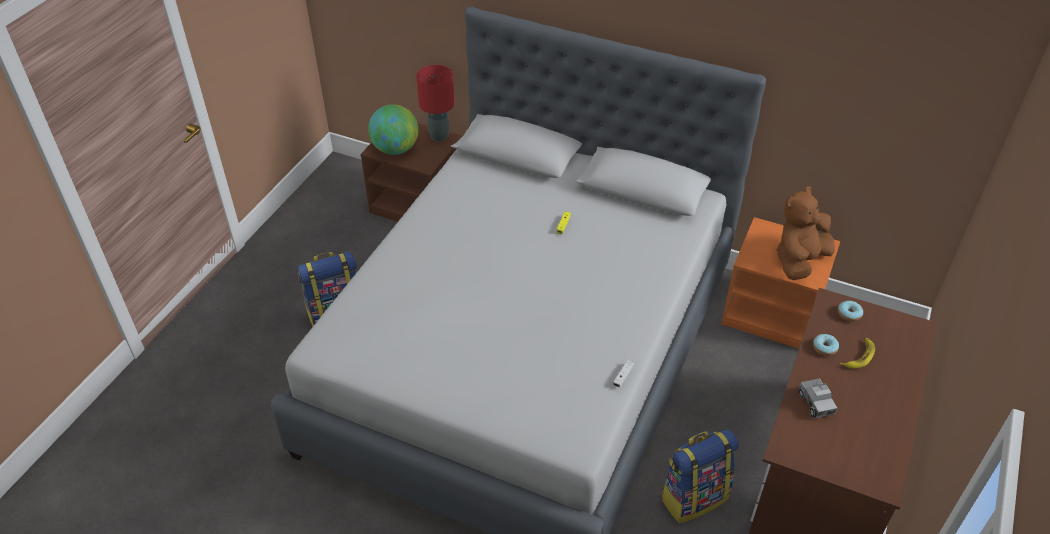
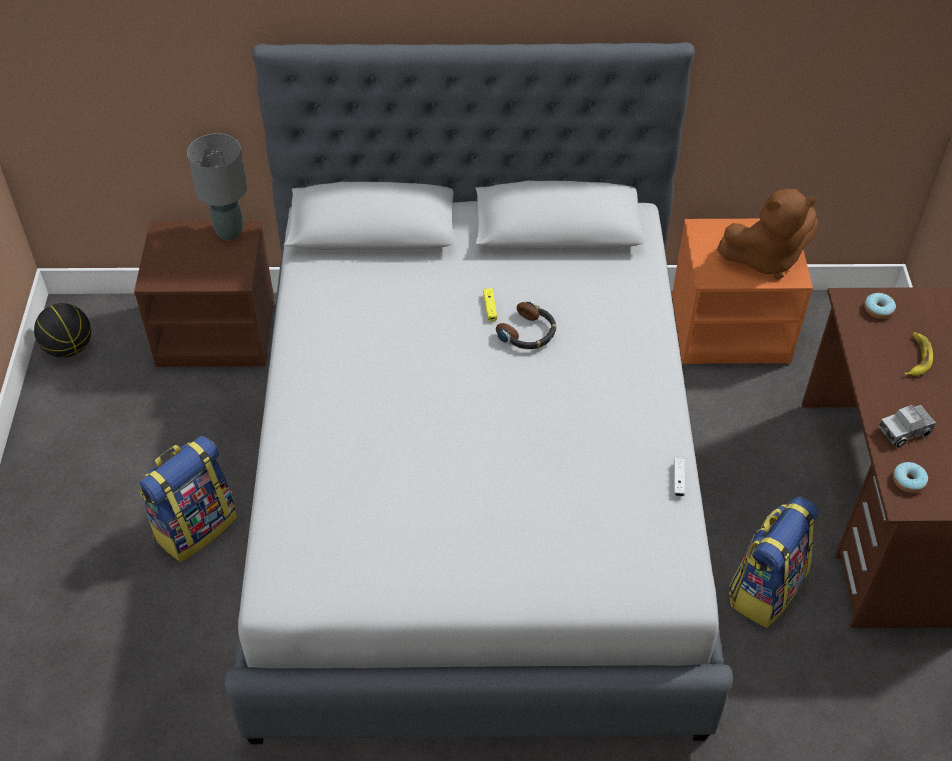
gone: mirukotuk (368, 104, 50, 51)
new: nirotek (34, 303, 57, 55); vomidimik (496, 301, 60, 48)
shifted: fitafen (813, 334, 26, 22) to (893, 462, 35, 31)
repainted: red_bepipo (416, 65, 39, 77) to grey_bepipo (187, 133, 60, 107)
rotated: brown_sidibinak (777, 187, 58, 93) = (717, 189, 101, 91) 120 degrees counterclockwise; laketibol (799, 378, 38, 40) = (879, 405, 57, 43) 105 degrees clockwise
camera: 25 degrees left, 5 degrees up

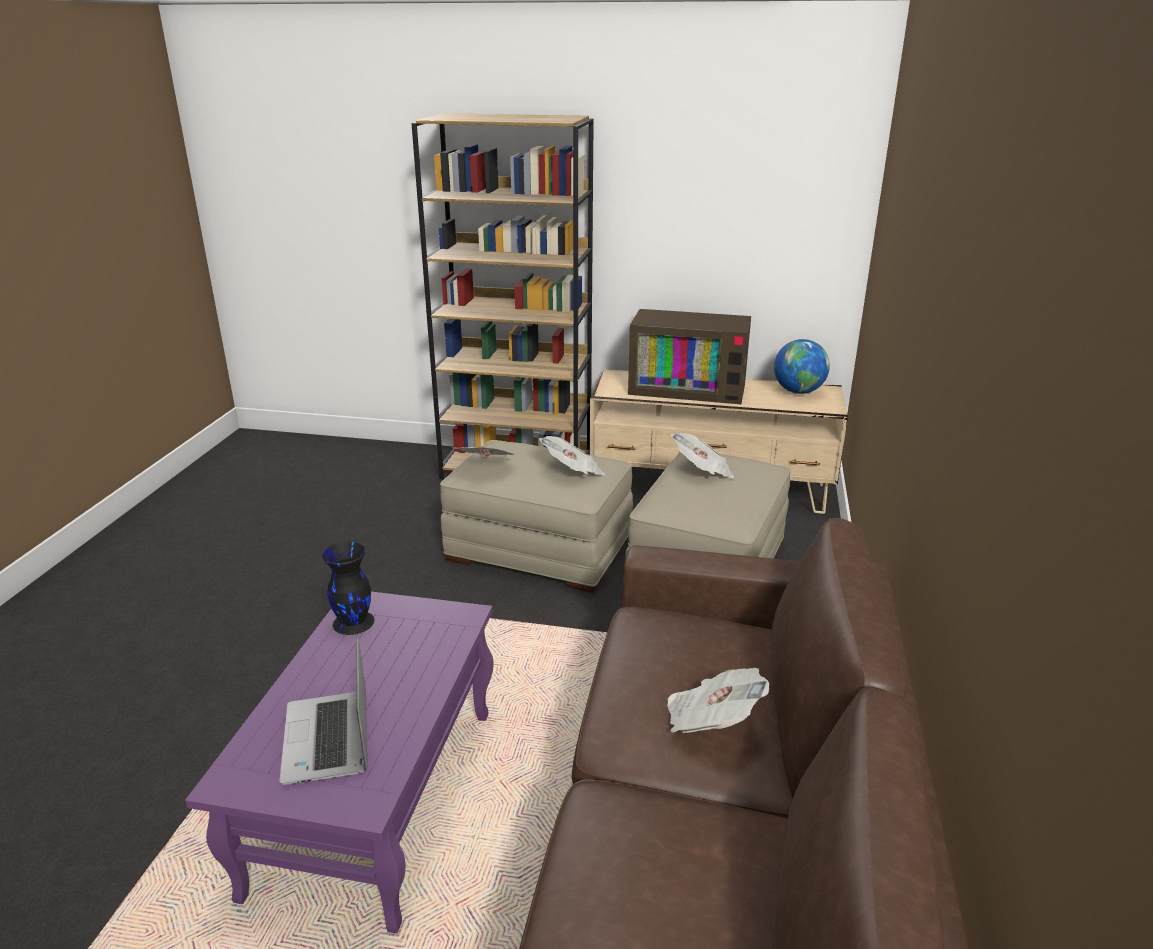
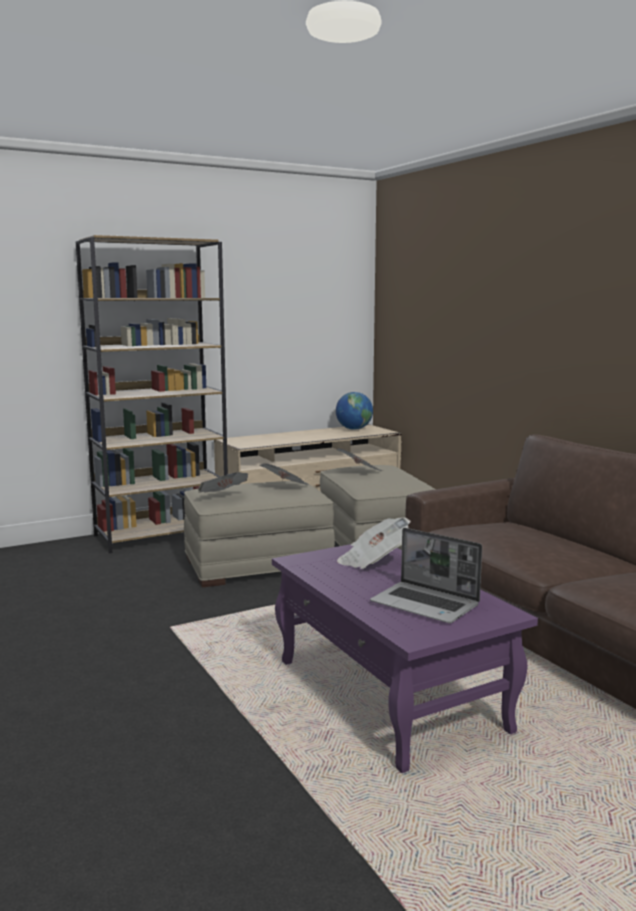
gone: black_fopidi (322, 542, 52, 93); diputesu (628, 309, 123, 95)
shifted: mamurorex (667, 668, 102, 65) to (337, 517, 74, 52)
camera: 40 degrees left, 15 degrees down

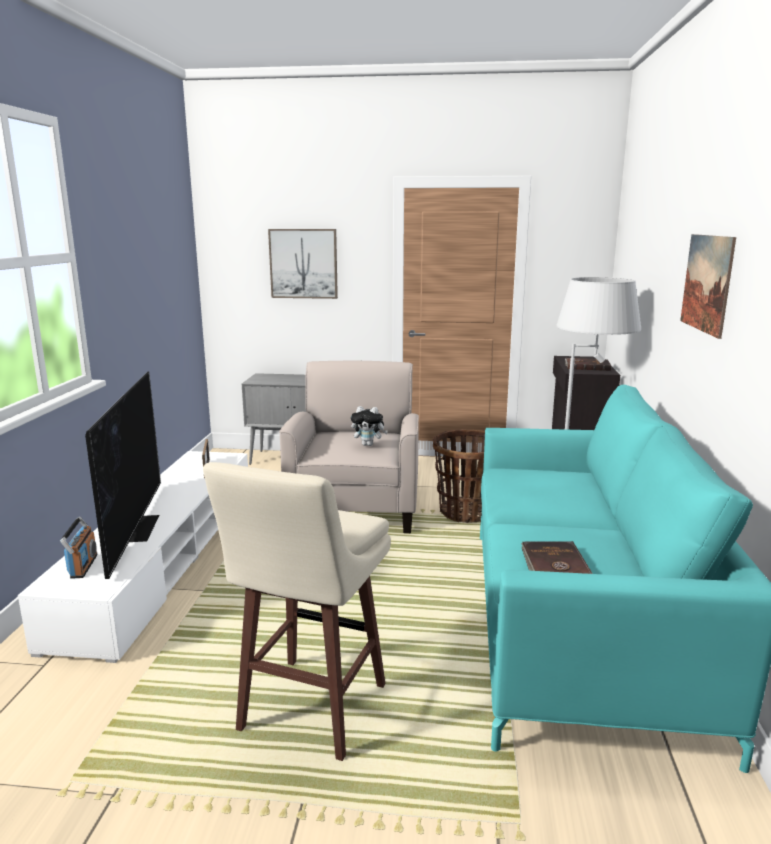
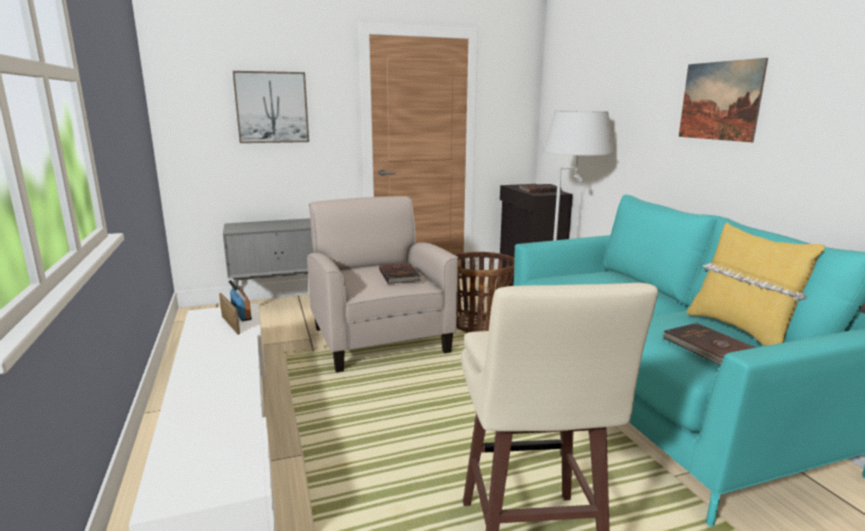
gone: diputesu (85, 372, 76, 207)
new: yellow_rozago (686, 223, 139, 123)
shifted: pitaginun (60, 517, 37, 62) to (228, 279, 24, 42)
swapped: sidibinak (351, 406, 37, 40) to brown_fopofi (379, 263, 42, 21)
camera: 25 degrees left, 0 degrees up

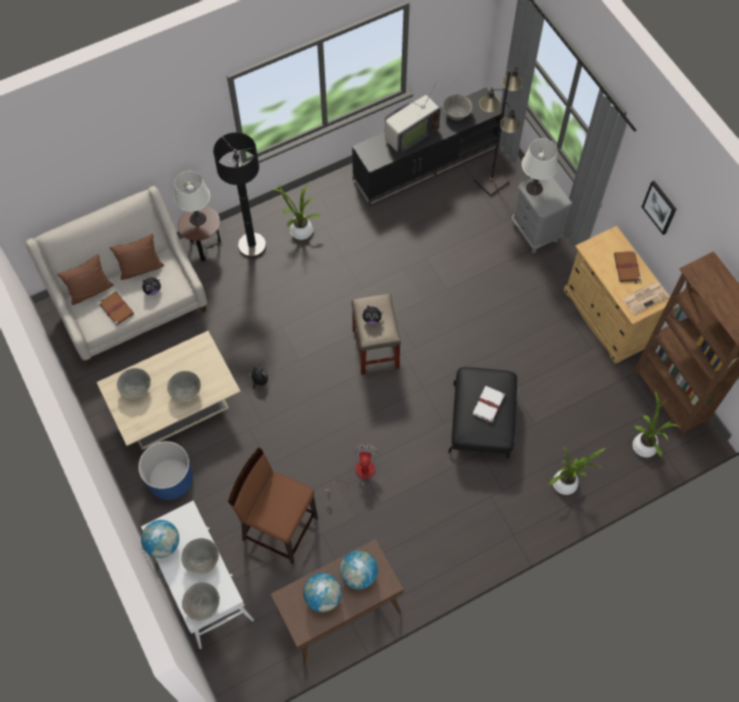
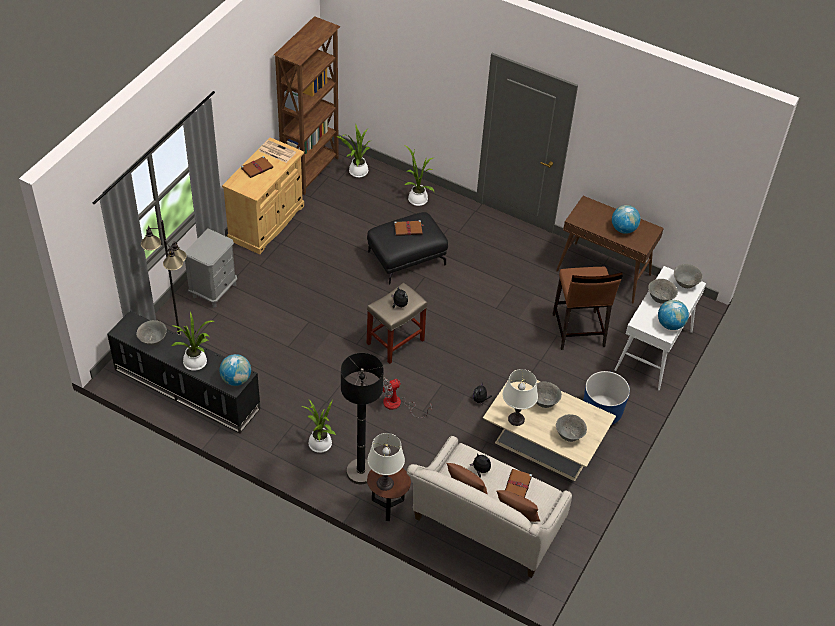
gone: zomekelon (642, 181, 34, 54)
shifted: mirukotuk (340, 551, 38, 38) to (220, 354, 31, 32); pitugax (325, 444, 53, 48) to (382, 377, 50, 41); white_bepipo (522, 138, 36, 57) to (503, 369, 35, 57)
swapped: diputesu (385, 83, 55, 71) to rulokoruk (172, 312, 42, 59)
repainted: white_fopofi (472, 386, 33, 38) to brown_fopofi (394, 220, 29, 16)
camera: 125 degrees left, 15 degrees down

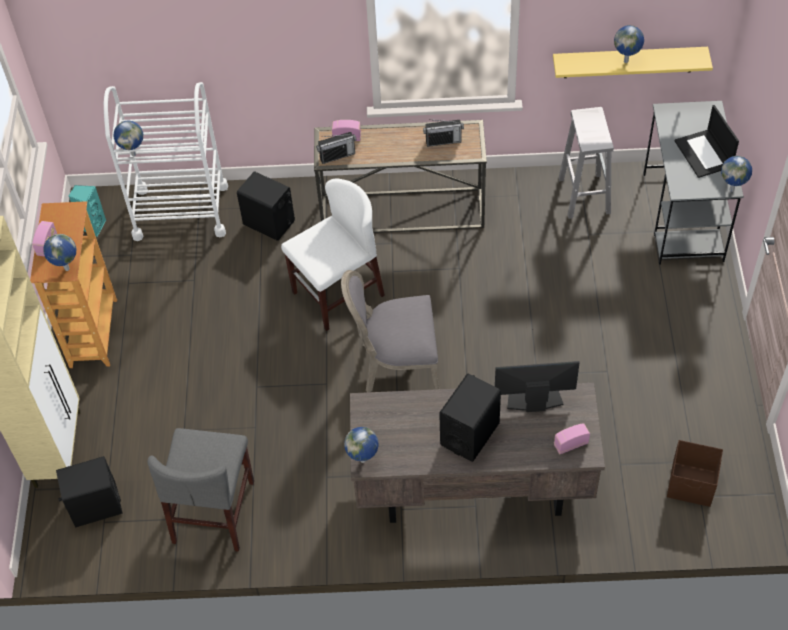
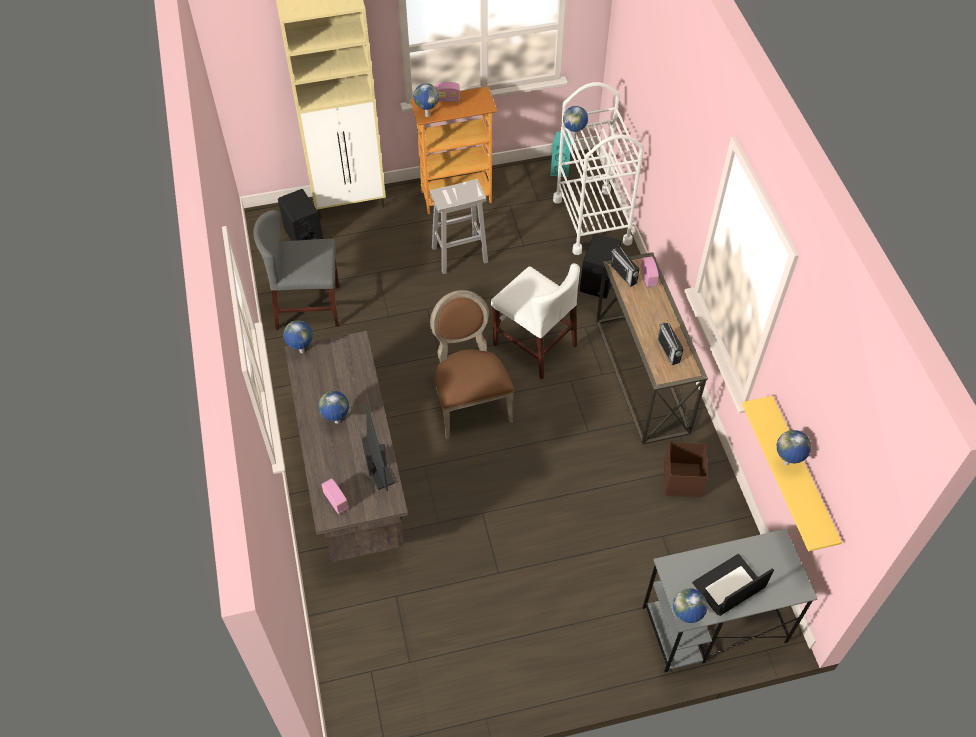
shifted: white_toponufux (559, 107, 55, 112) to (430, 179, 58, 95); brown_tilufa (667, 440, 56, 67) to (664, 442, 44, 55)
swapped: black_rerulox (439, 374, 62, 88) to mirukotuk (319, 391, 30, 33)
repainted: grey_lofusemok (341, 270, 98, 122) to brown_lofusemok (430, 290, 84, 149)
camera: 75 degrees right, 0 degrees up

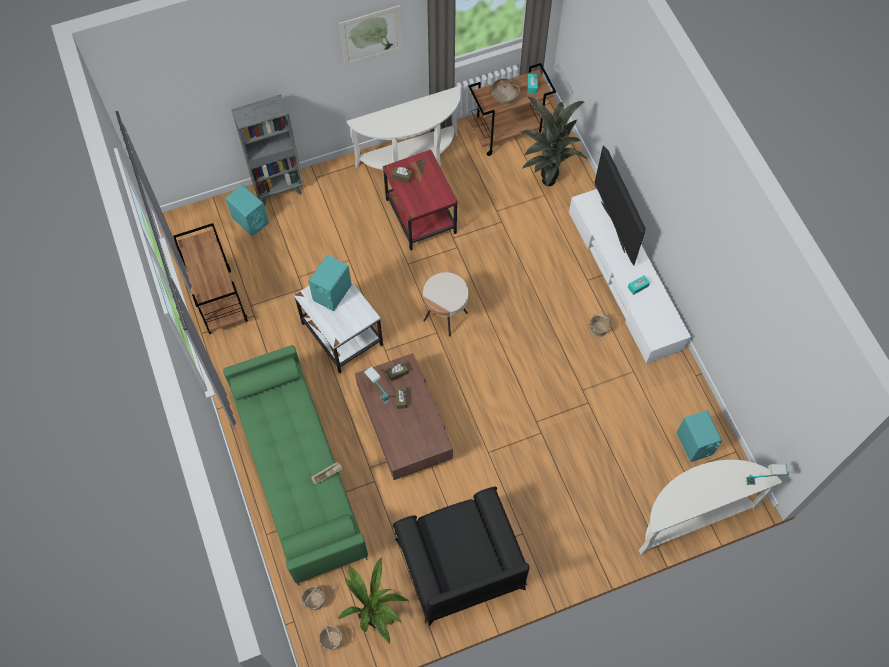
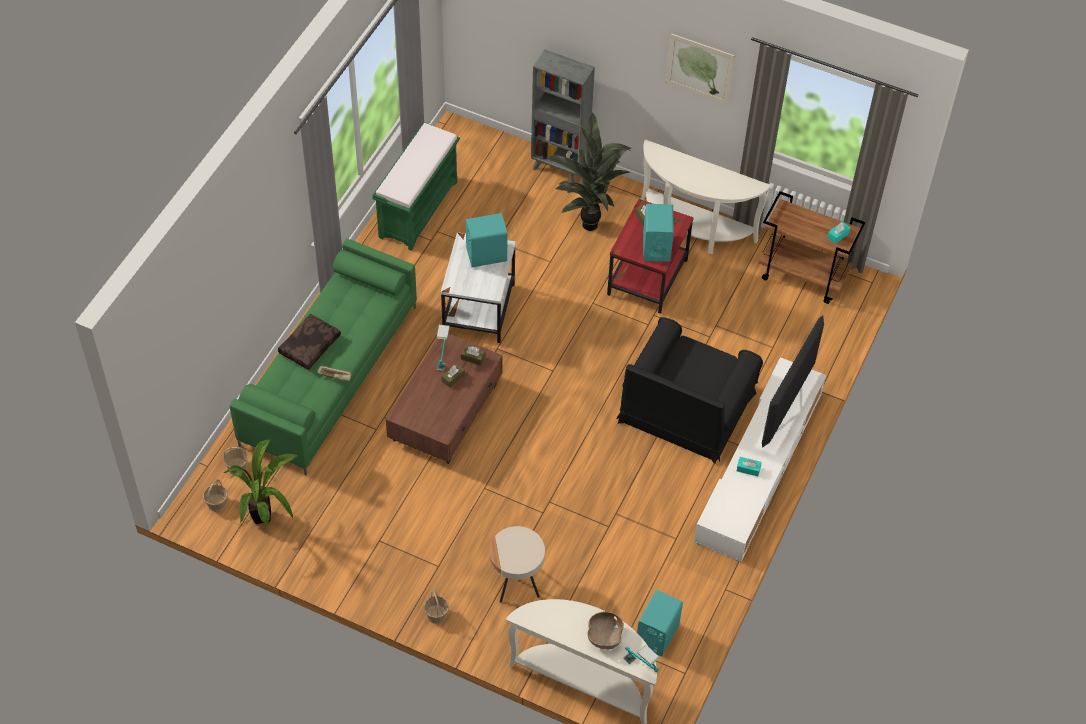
new: brown_rozago (278, 314, 63, 56)
shifted: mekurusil (590, 314, 21, 23) to (424, 590, 25, 34); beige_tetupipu (423, 272, 46, 65) to (490, 526, 55, 77); rulokoruk (521, 96, 67, 90) to (546, 113, 85, 118); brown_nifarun (491, 78, 29, 26) to (588, 612, 36, 38); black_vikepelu (392, 487, 138, 139) to (616, 317, 147, 147); turquoise_rerulox (226, 185, 43, 51) to (643, 204, 31, 58)
swapped: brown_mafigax (173, 223, 75, 111) to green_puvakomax (373, 122, 87, 129)
camera: 45 degrees right, 10 degrees down

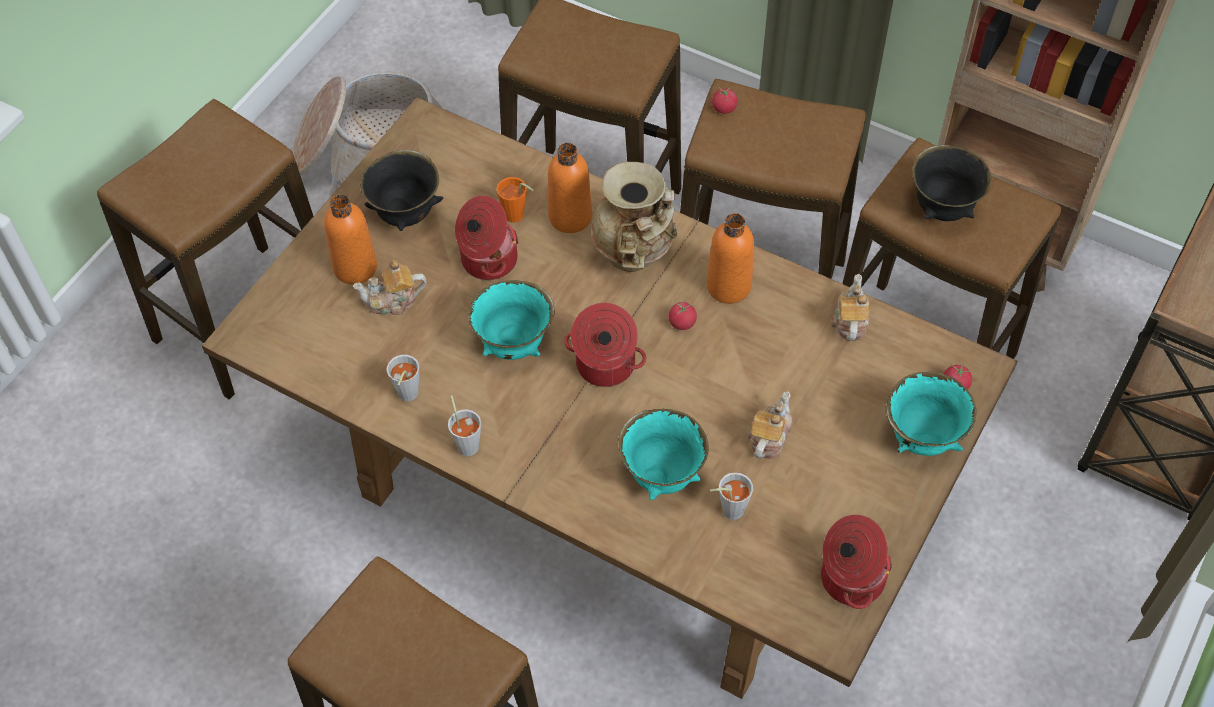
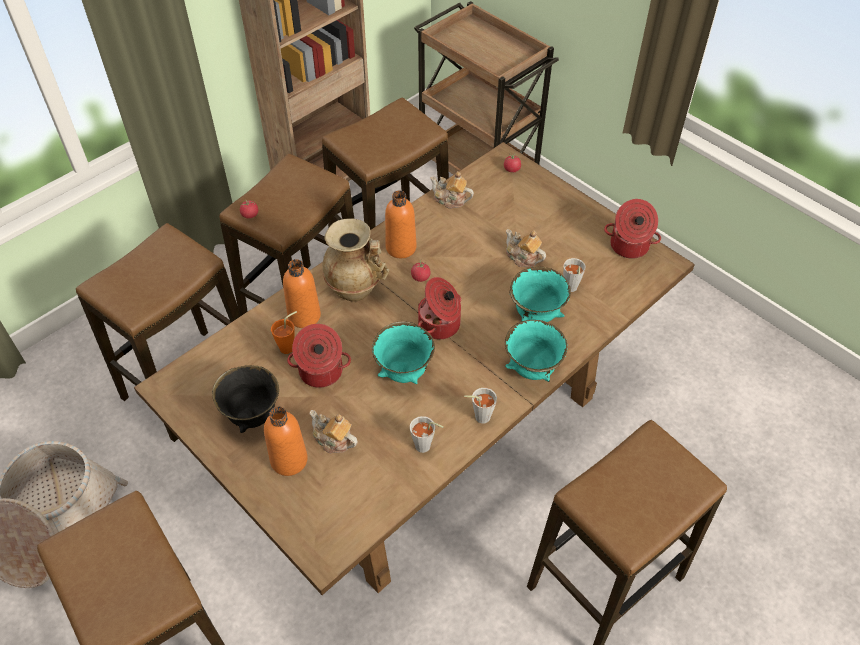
gone: black_nifarun (912, 145, 80, 76)
shifted: turquoise_nifarun (886, 372, 91, 84) to (505, 320, 63, 62)
rotated: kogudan (353, 260, 74, 55) = (309, 410, 49, 44) 120 degrees clockwise
camera: 75 degrees left, 5 degrees down

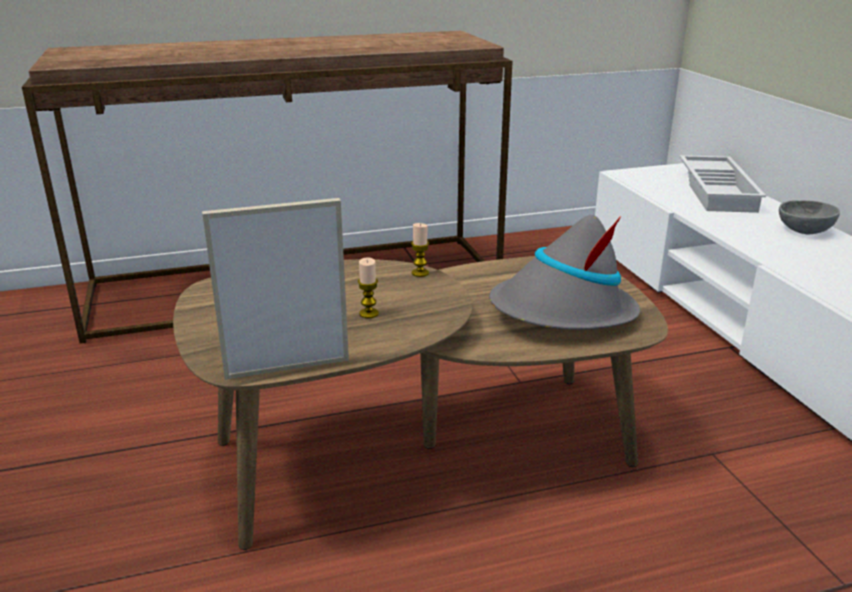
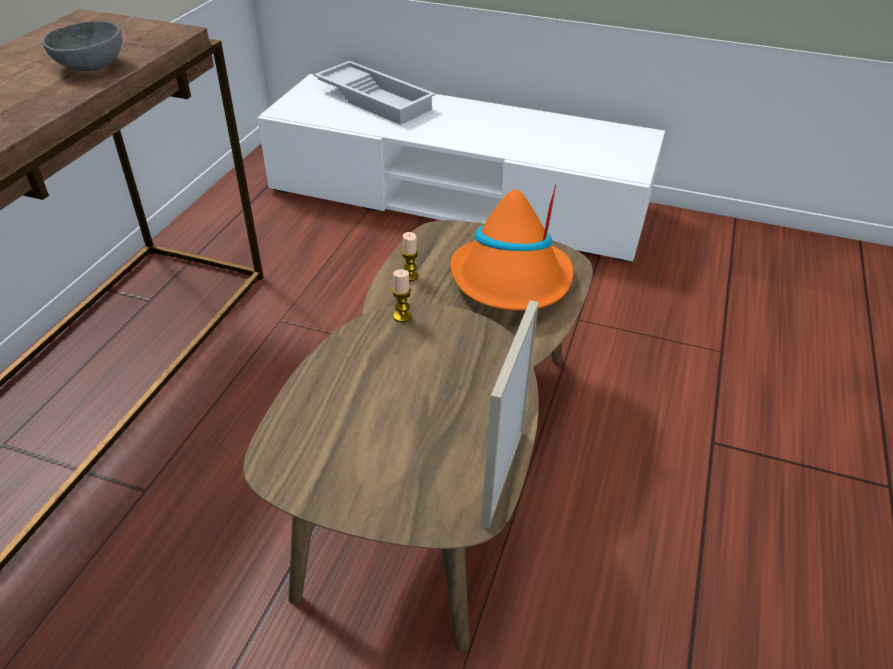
shifted: grey_nifarun (779, 200, 61, 35) to (43, 21, 79, 50); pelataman (358, 257, 21, 61) to (401, 232, 18, 49)
repainted: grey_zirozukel (489, 215, 151, 115) to orange_zirozukel (450, 183, 123, 128)
camera: 55 degrees left, 15 degrees up

